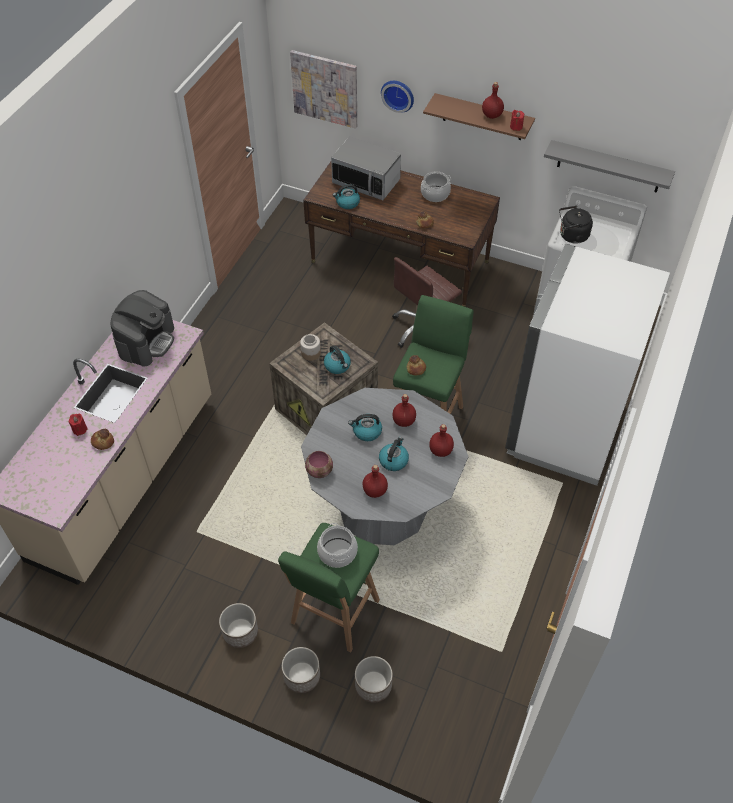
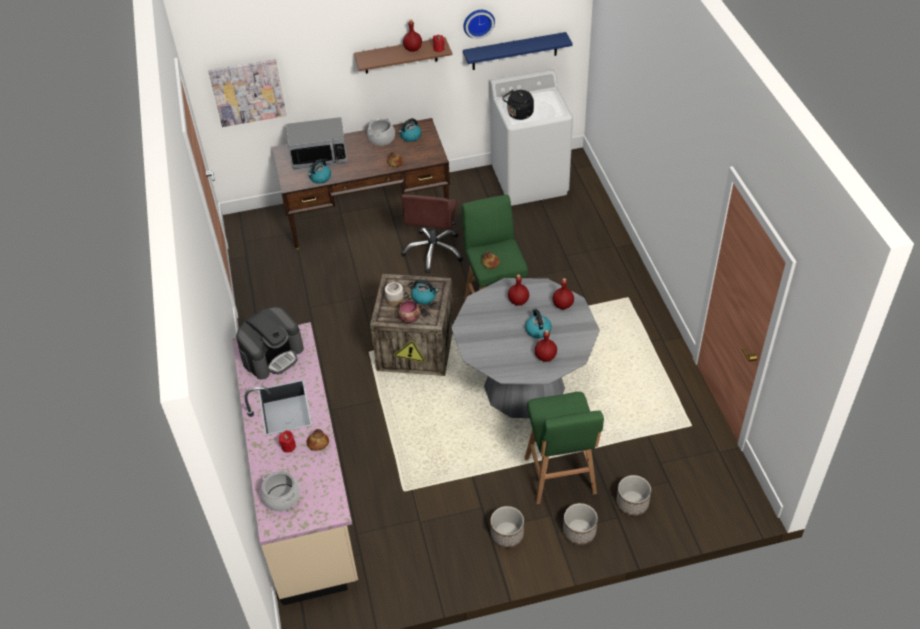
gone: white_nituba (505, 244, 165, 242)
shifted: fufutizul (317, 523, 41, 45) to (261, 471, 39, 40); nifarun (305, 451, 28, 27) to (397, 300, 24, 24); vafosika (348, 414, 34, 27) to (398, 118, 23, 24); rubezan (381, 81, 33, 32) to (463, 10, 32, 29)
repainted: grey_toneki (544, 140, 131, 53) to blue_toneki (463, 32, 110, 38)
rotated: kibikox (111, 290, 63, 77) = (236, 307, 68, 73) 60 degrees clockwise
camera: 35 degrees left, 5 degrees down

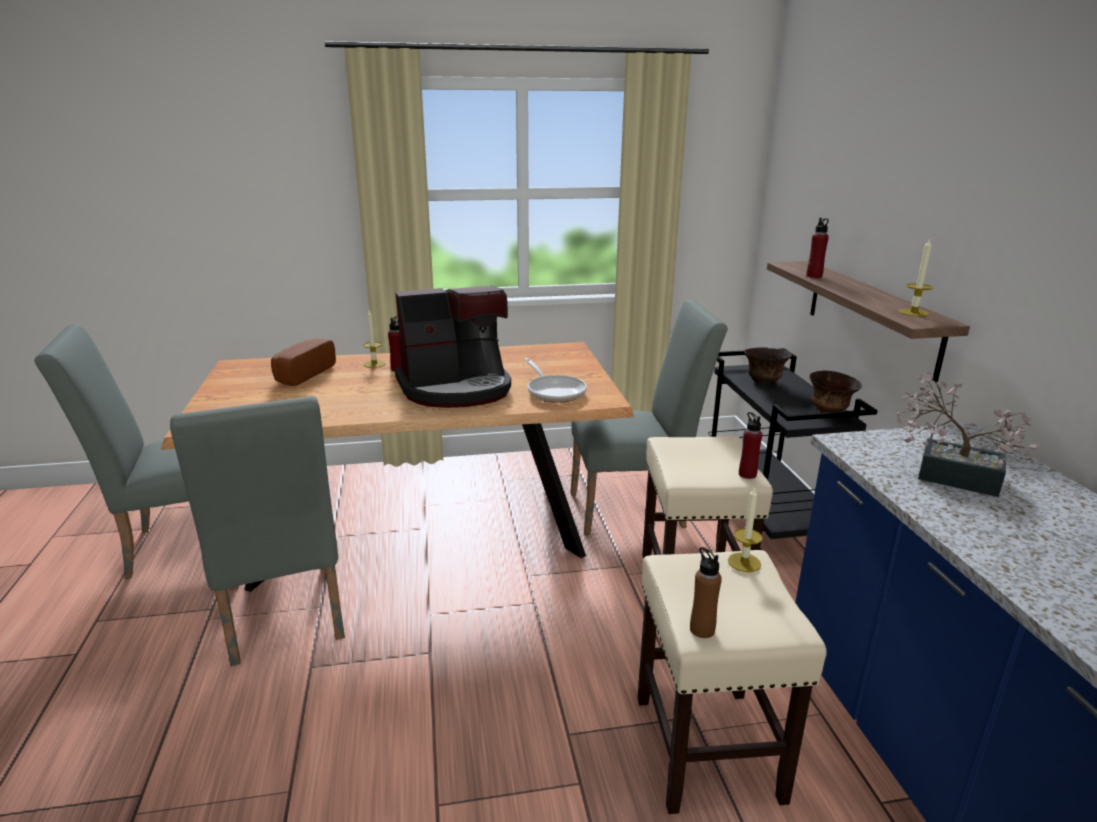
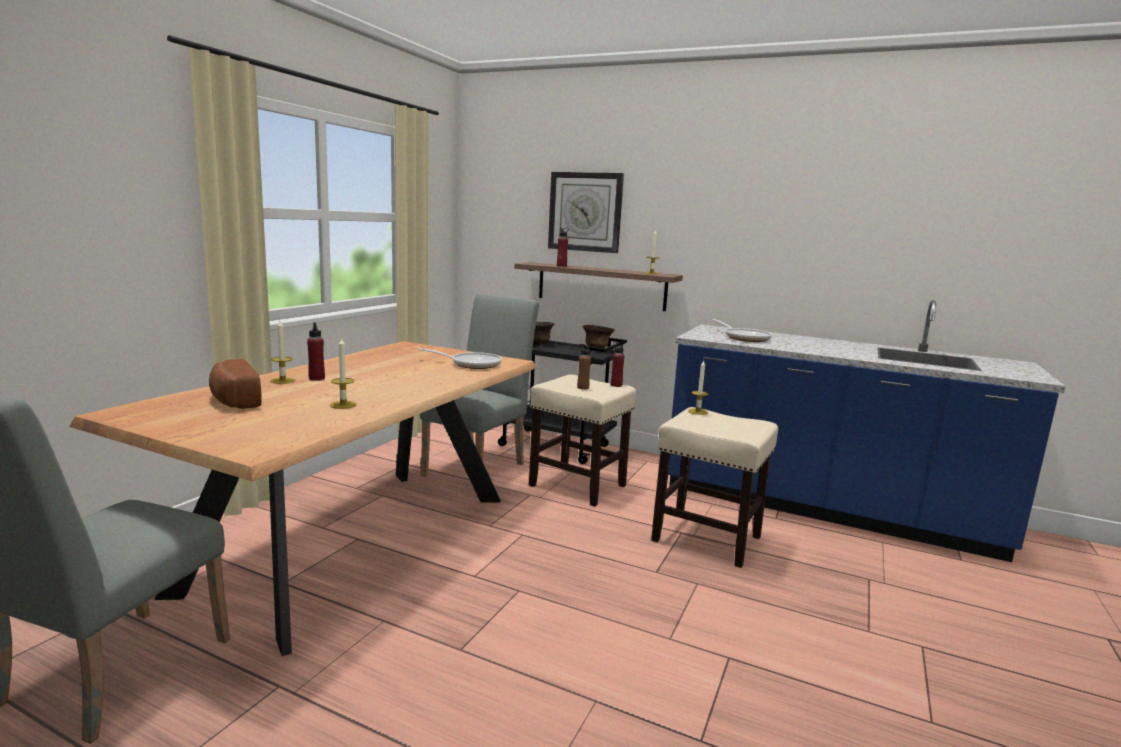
gone: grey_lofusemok (170, 396, 175, 270); kibikox (395, 285, 116, 123)
new: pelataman (330, 337, 27, 72); rubezan (548, 172, 76, 81)
shifted: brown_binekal (690, 547, 32, 91) to (577, 344, 14, 45)
swapped: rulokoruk (897, 370, 142, 127) to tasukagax (712, 319, 60, 23)
camera: 55 degrees left, 10 degrees down

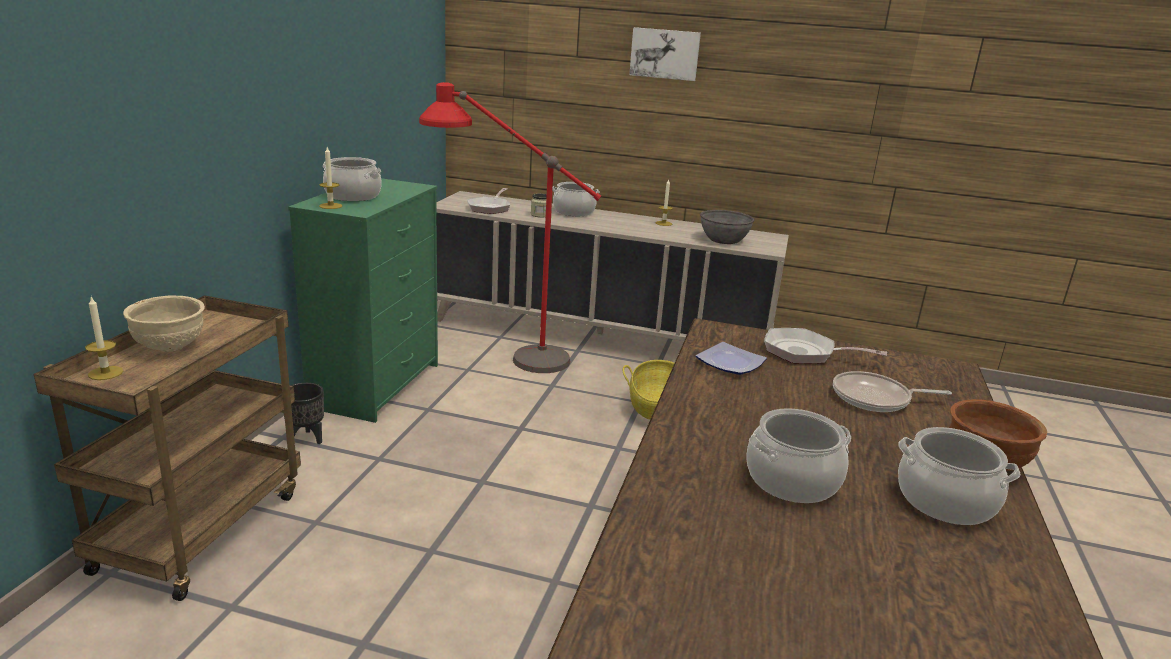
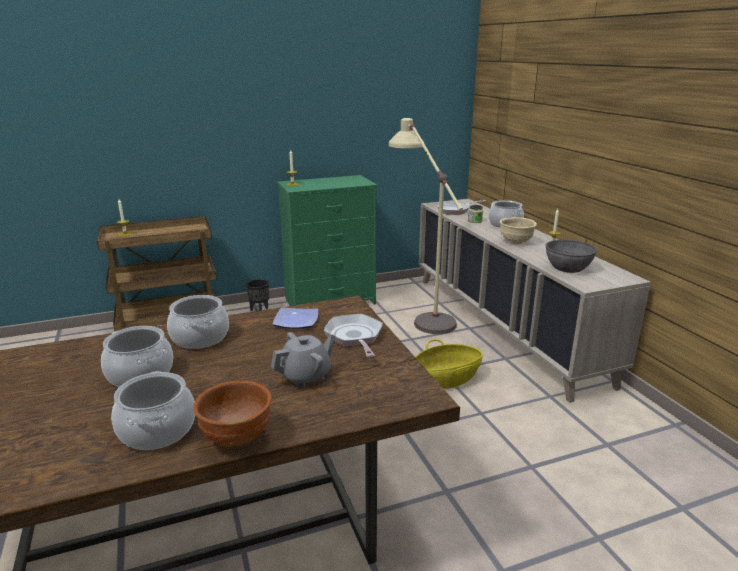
gone: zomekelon (629, 27, 72, 54)
shifted: fufutizul (323, 157, 59, 44) to (167, 295, 62, 54); beige_nifarun (123, 296, 82, 56) to (500, 217, 37, 27)
swapped: tasukagax (833, 371, 119, 41) to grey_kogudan (271, 332, 65, 56)
repainted: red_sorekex (419, 82, 182, 291) to beige_sorekex (389, 118, 74, 216)
camera: 55 degrees right, 0 degrees up

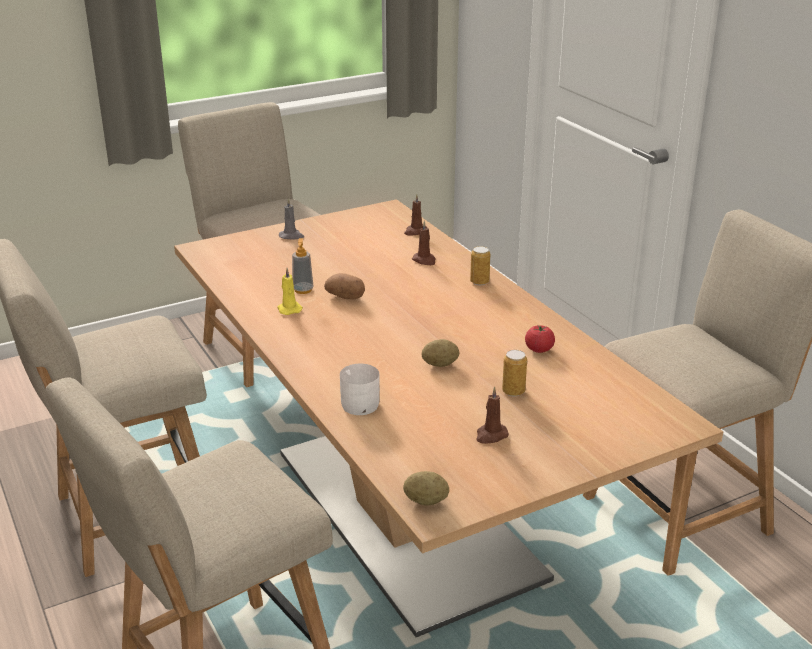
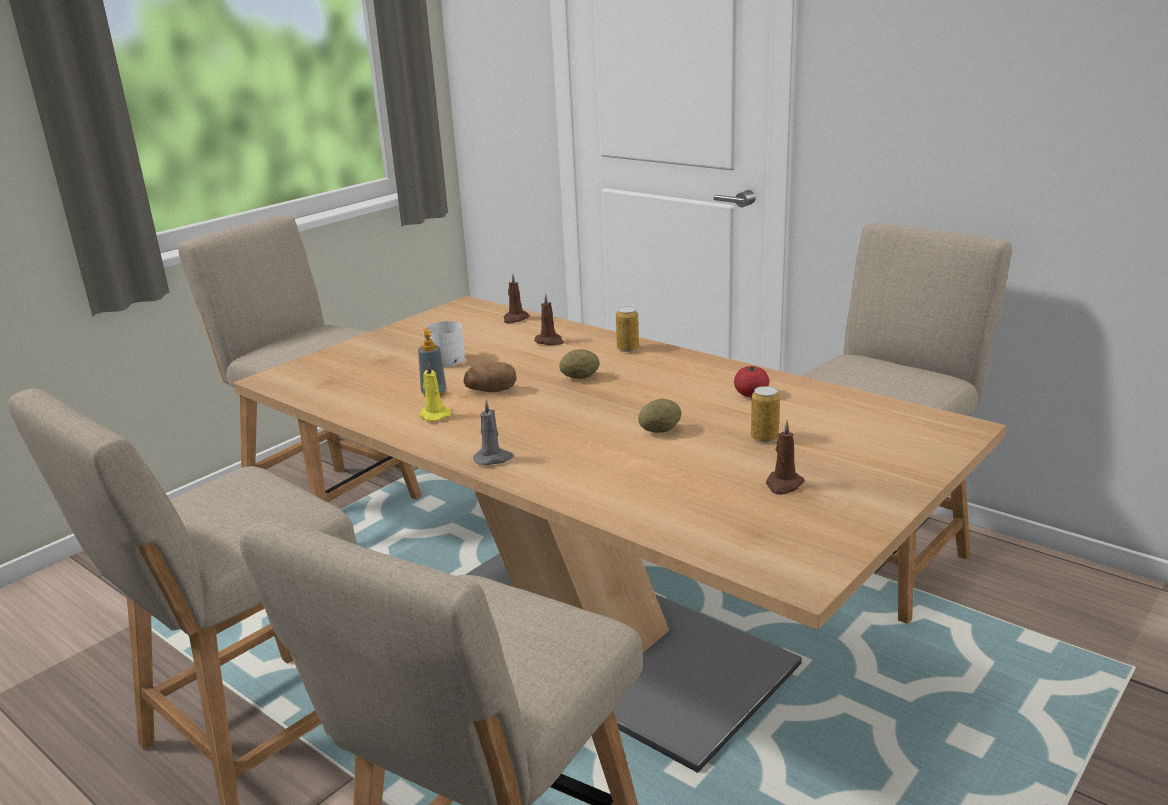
shifted: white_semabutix (340, 364, 40, 51) to (423, 321, 42, 46); grey_pelataman (279, 198, 25, 42) to (473, 399, 41, 66); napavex (403, 471, 46, 34) to (559, 349, 41, 30)
camera: 20 degrees left, 5 degrees down

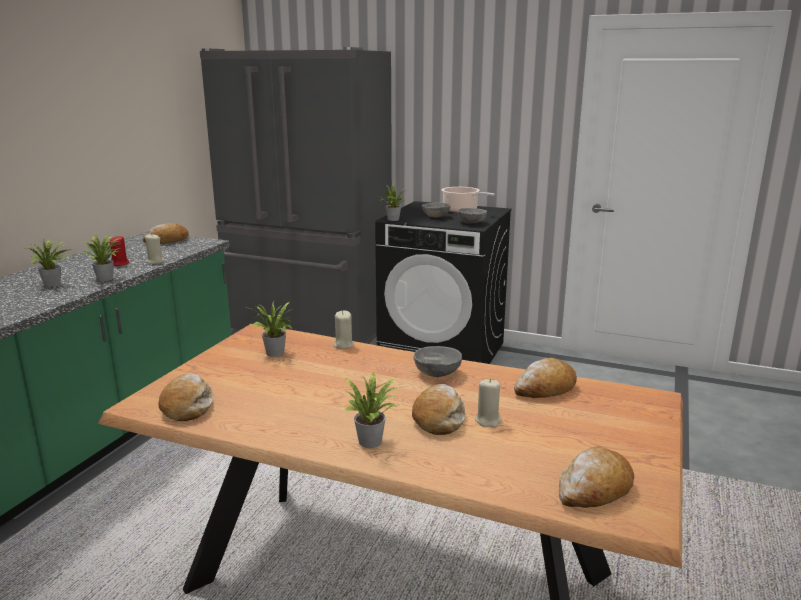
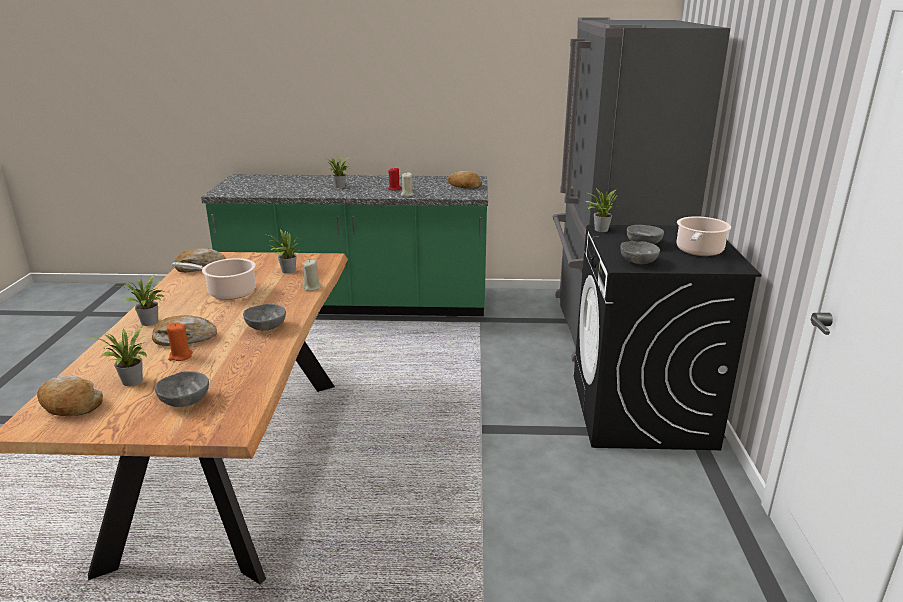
gone: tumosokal (514, 358, 63, 40)
new: grey_nifarun (155, 371, 54, 36); fufutizul (172, 258, 84, 42)
shifted: rulokoruk (83, 234, 38, 47) to (91, 326, 56, 60)
repainted: beige_pelataman (475, 379, 27, 49) to orange_pelataman (167, 323, 26, 38)
camera: 70 degrees right, 5 degrees up

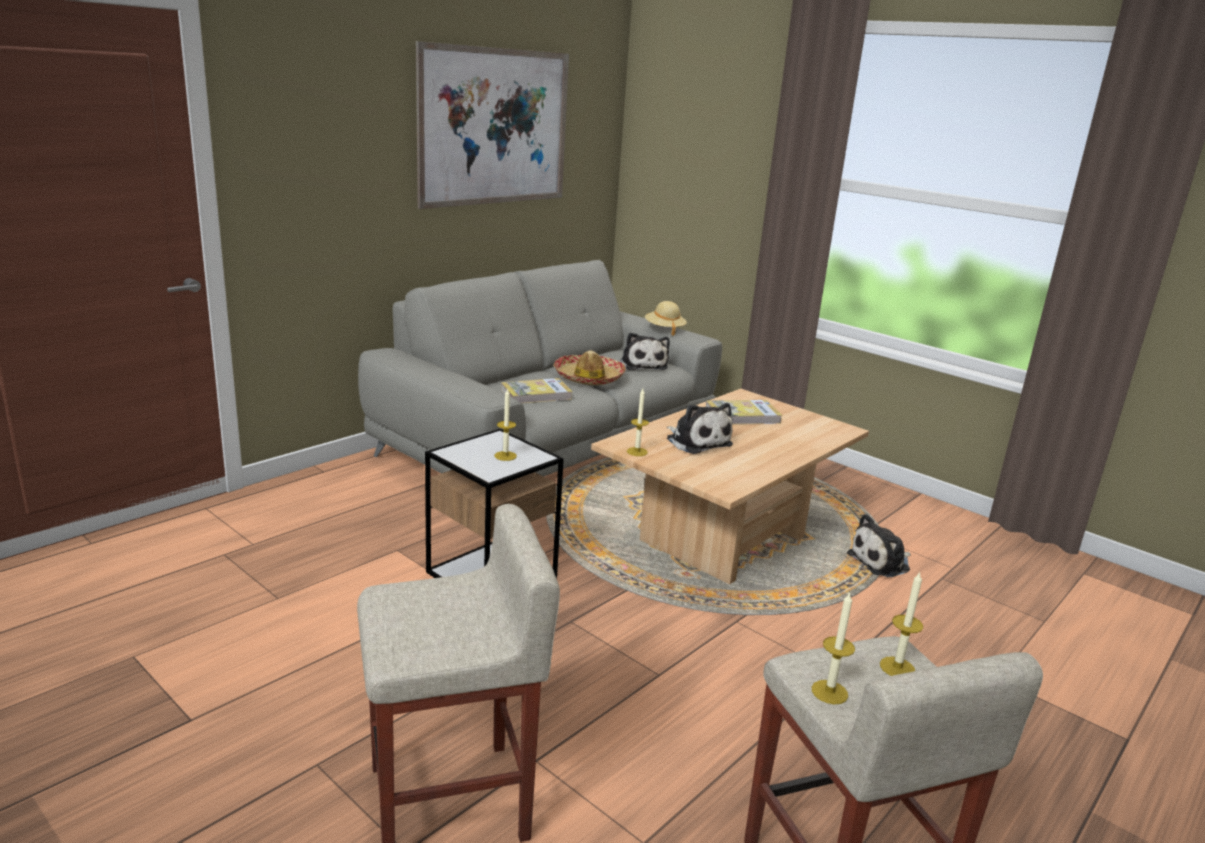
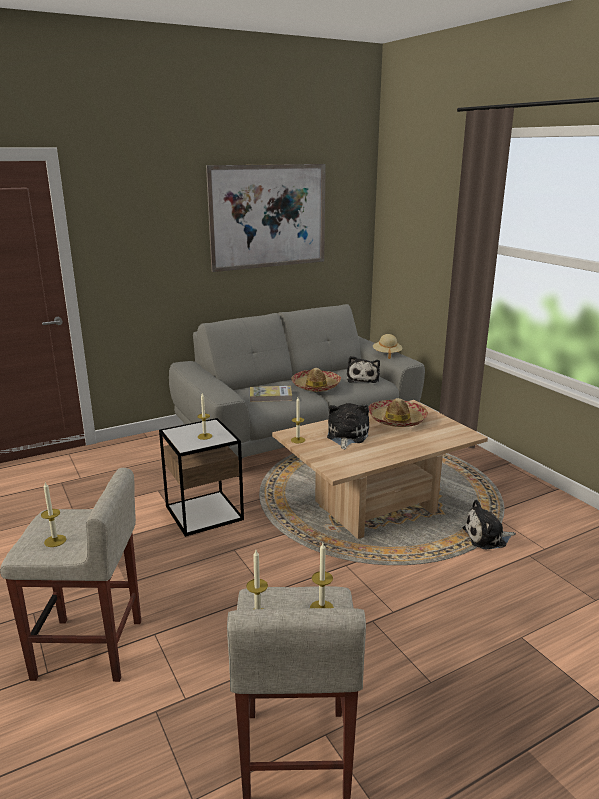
new: pelataman (41, 482, 25, 65)
swapped: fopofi (706, 400, 77, 25) to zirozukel (368, 398, 60, 29)
rotated: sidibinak (667, 403, 66, 51) = (327, 403, 42, 46) 150 degrees counterclockwise
camera: 20 degrees right, 0 degrees up

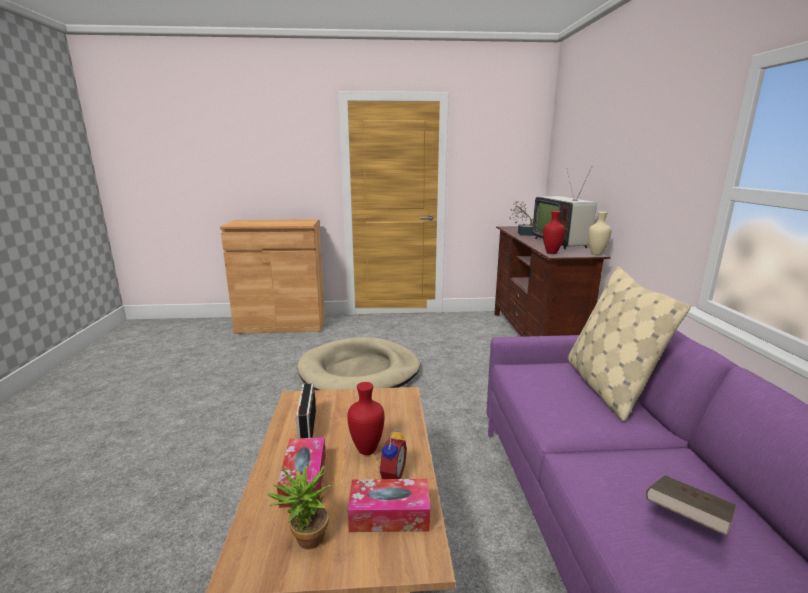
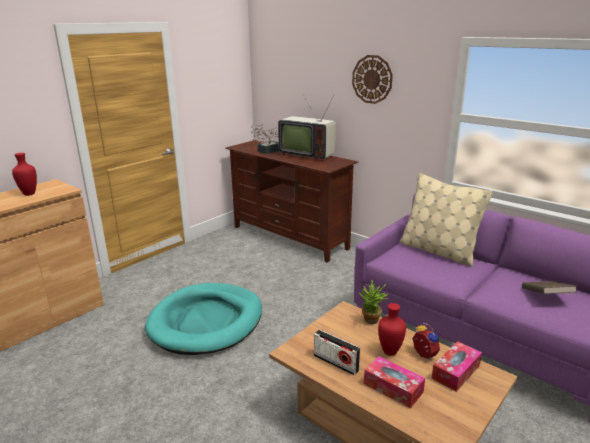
gone: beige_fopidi (588, 212, 24, 43)
new: rubezan (352, 55, 41, 49)
shifted: red_fopidi (543, 211, 22, 43) to (12, 153, 25, 43); rulokoruk (267, 464, 64, 85) to (359, 280, 29, 44)
repainted: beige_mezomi (297, 337, 123, 53) to turquoise_mezomi (145, 283, 117, 72)
camera: 45 degrees left, 5 degrees up

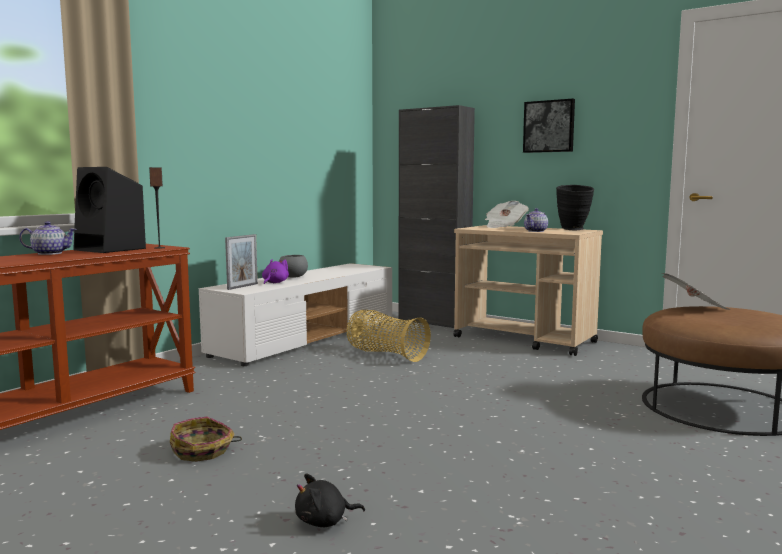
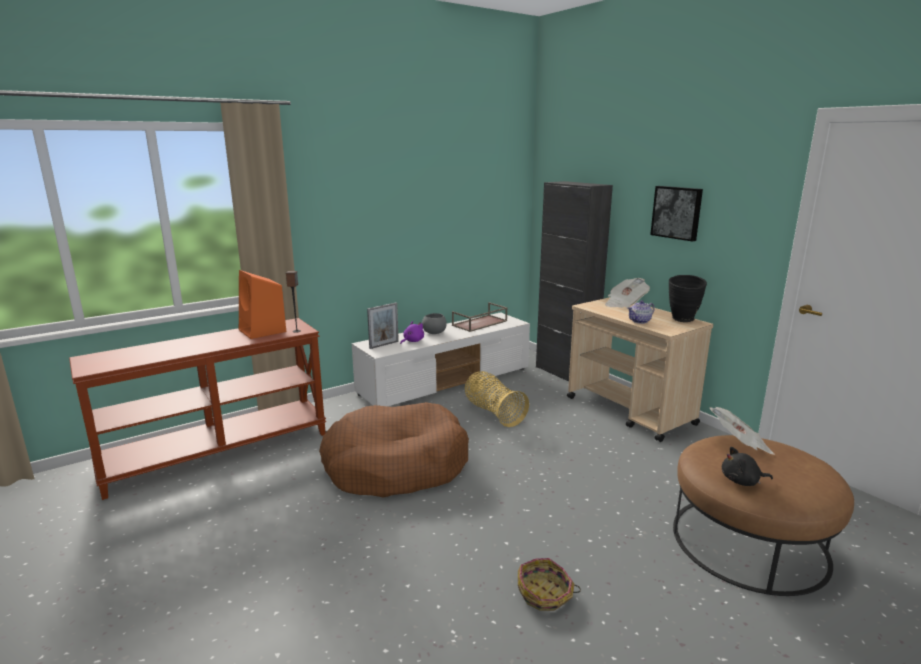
gone: kogudan (19, 221, 58, 34)
new: brown_mezomi (319, 402, 150, 96); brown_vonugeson (452, 302, 56, 30)
shifted: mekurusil (170, 417, 72, 45) to (518, 558, 63, 53); black_sidibinak (295, 474, 70, 53) to (722, 447, 51, 39)
repainted: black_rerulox (73, 167, 73, 86) to orange_rerulox (239, 270, 48, 69)
camera: 20 degrees right, 10 degrees up

